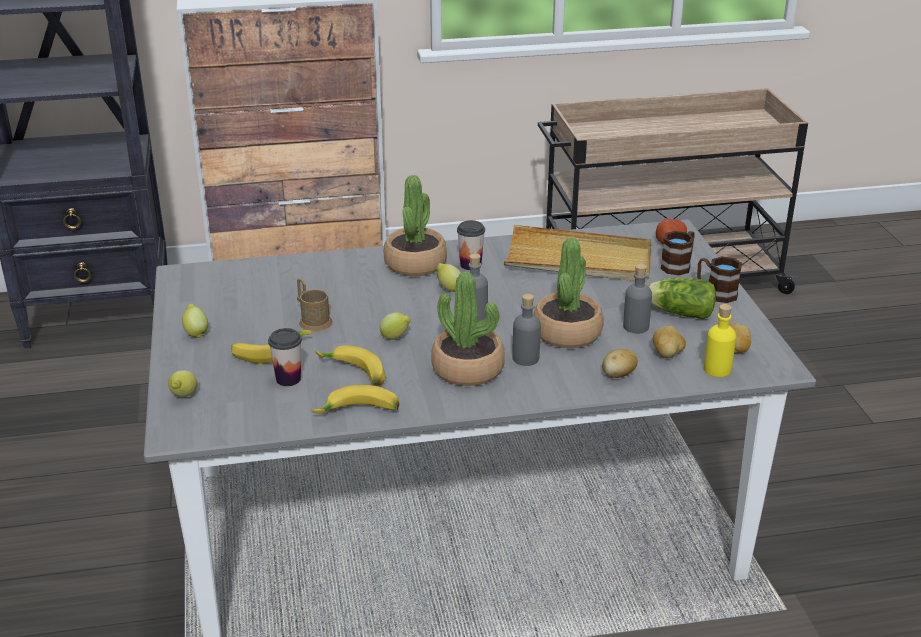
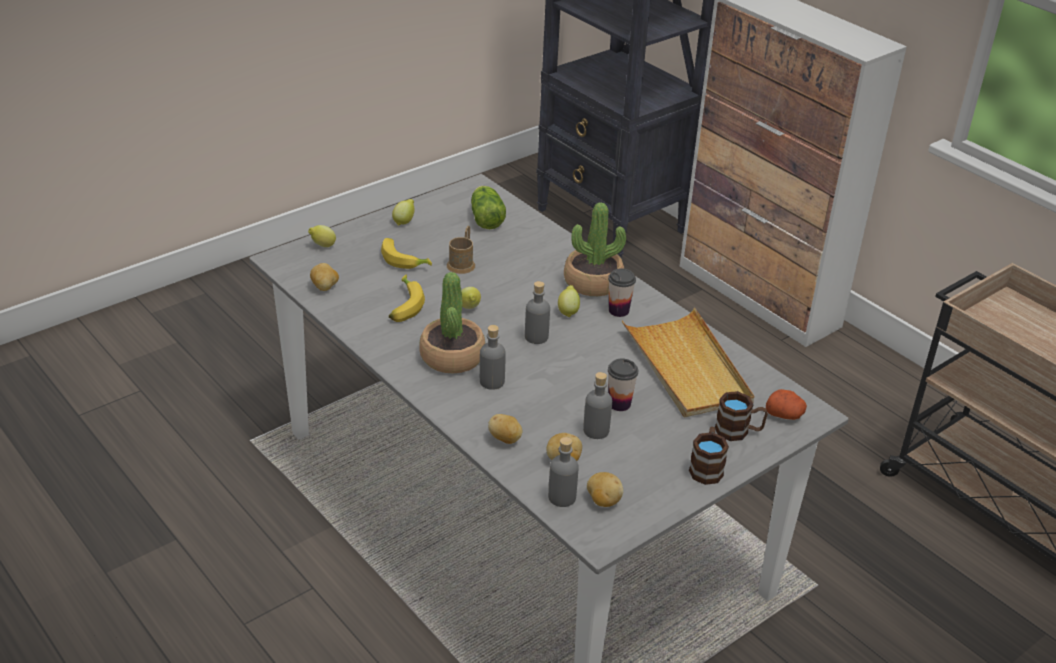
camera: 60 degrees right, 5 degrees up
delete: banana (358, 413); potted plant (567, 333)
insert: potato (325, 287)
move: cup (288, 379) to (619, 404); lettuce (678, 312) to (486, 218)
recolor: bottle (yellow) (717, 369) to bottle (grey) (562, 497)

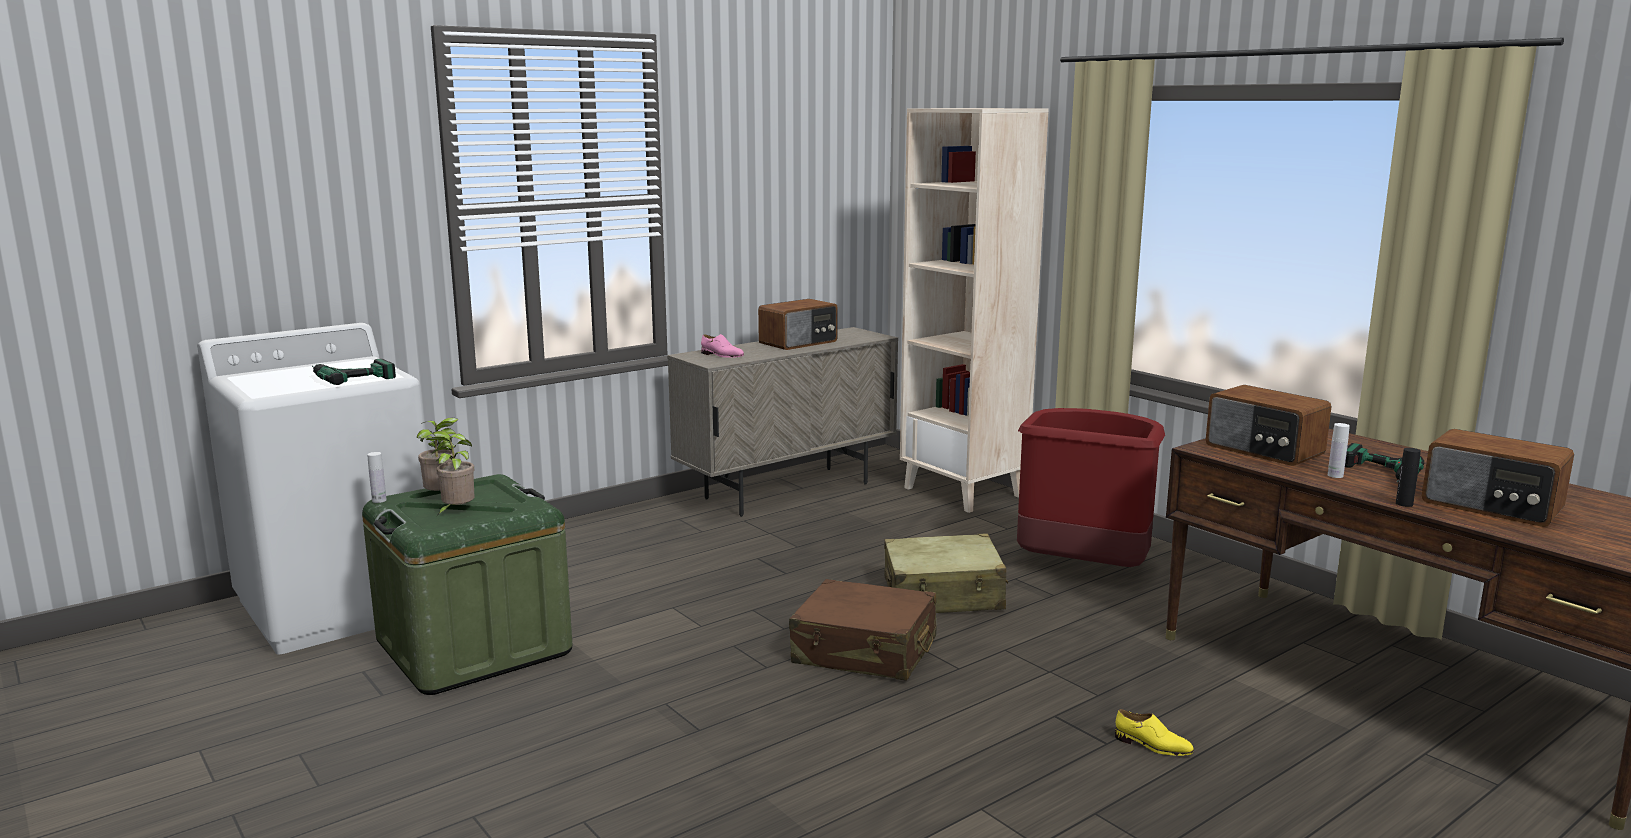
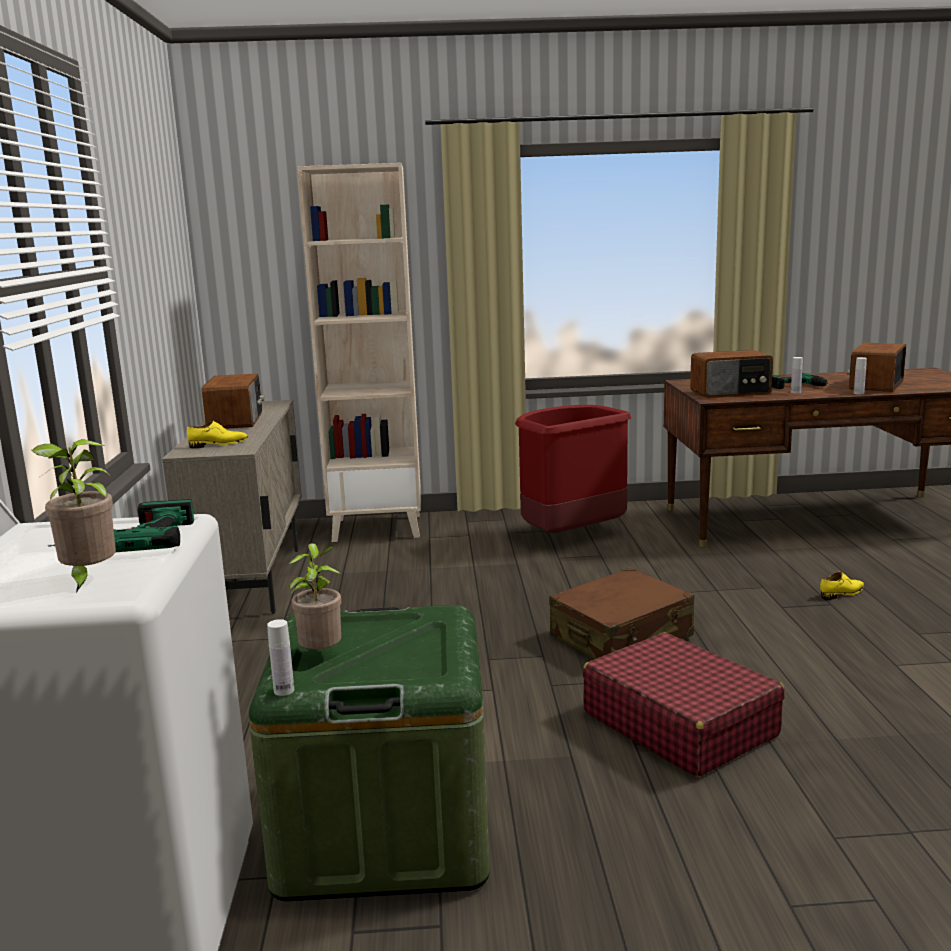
camera: 55 degrees left, 0 degrees up
delete: suitcase (beige) (943, 595)
insert: suitcase (red) (679, 724)
move: potted plant (456, 512) to (88, 579)
recolor: shoe (pink) (722, 355) to shoe (yellow) (218, 444); bottle (black) (1404, 504) to bottle (white) (858, 393)
rotate: radio (1491, 506) = (875, 385) 135 degrees clockwise

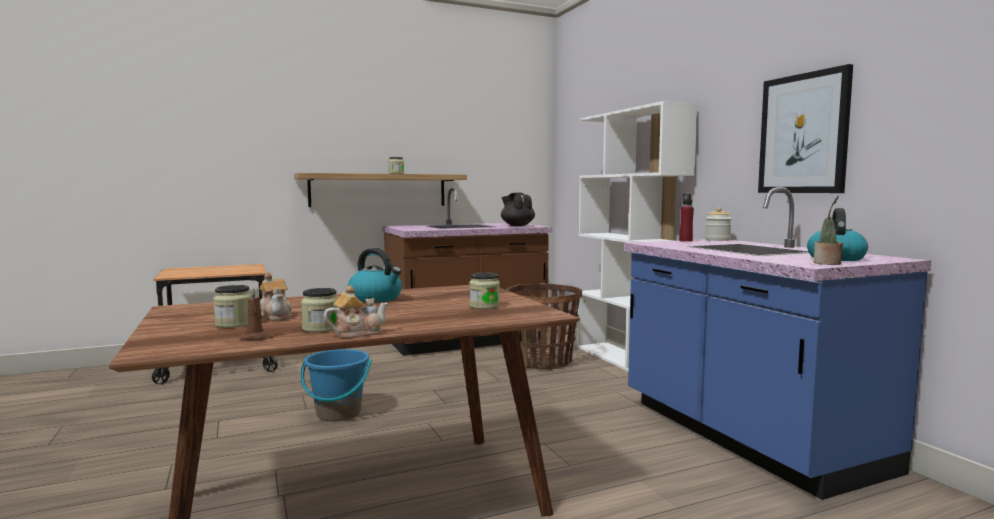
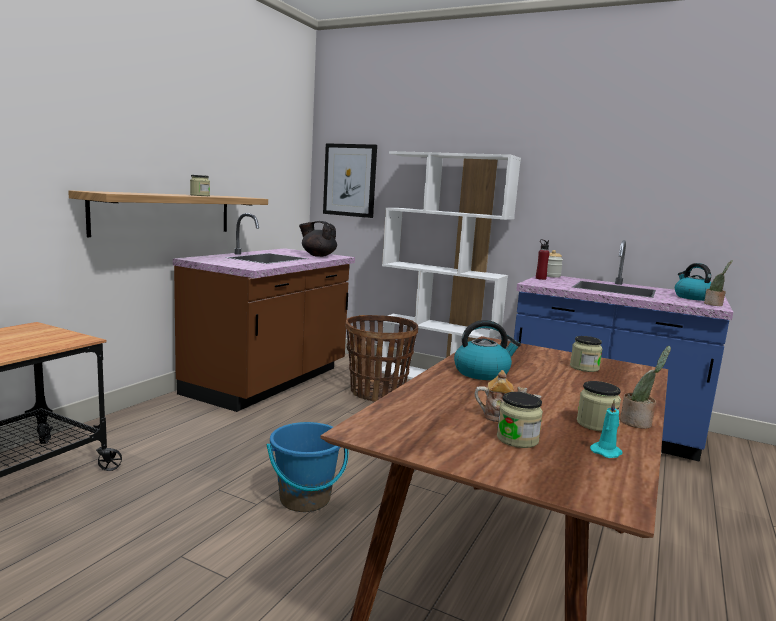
camera: 40 degrees left, 5 degrees up
move: picture (803, 134) to (350, 180)
replace: teapot (357, 333) to potted plant (638, 423)
recolor: candle (brown) (257, 338) to candle (turquoise) (606, 452)

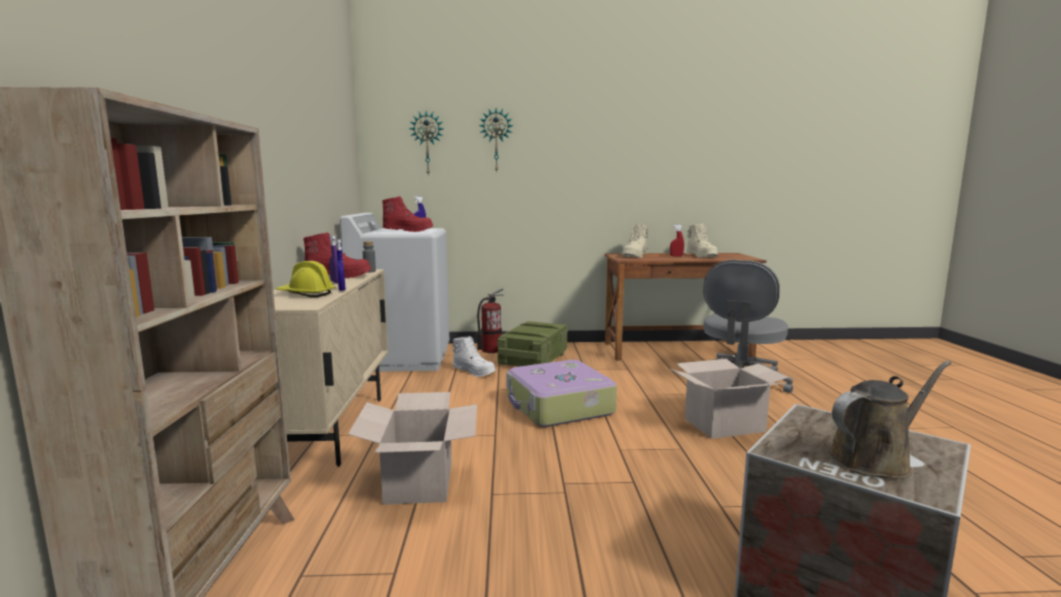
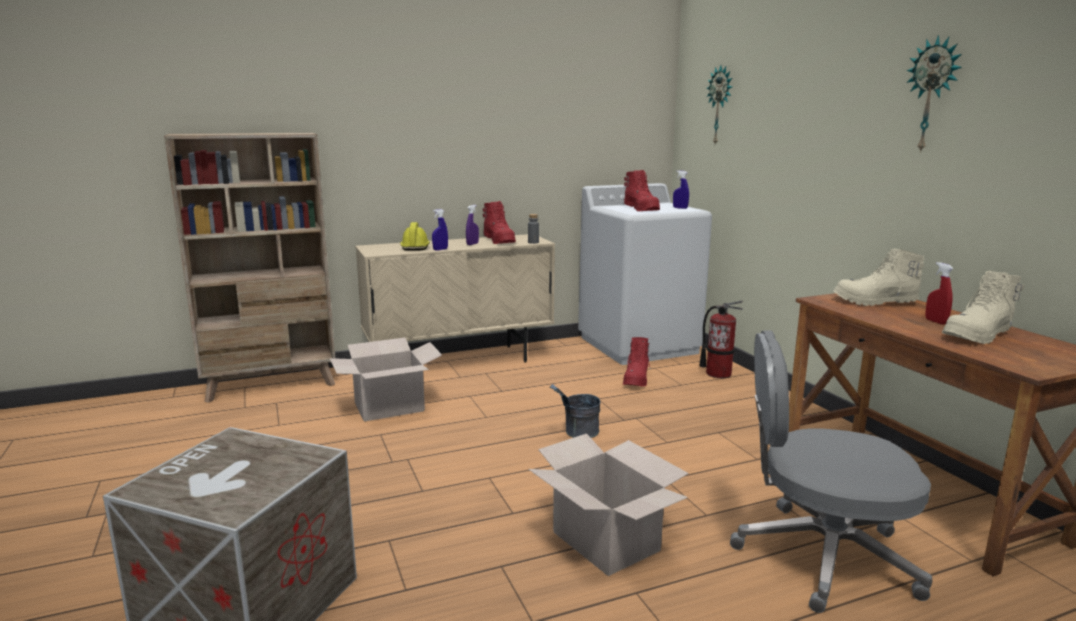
camera: 70 degrees right, 5 degrees up
delete: crate (534, 358); watering can (brown) (874, 459)
move: wall clock (496, 140) to (932, 95)
replace: suitcase (558, 406) to bucket (grey) (577, 433)
recolor: boot (white) (474, 372) to boot (red) (636, 379)

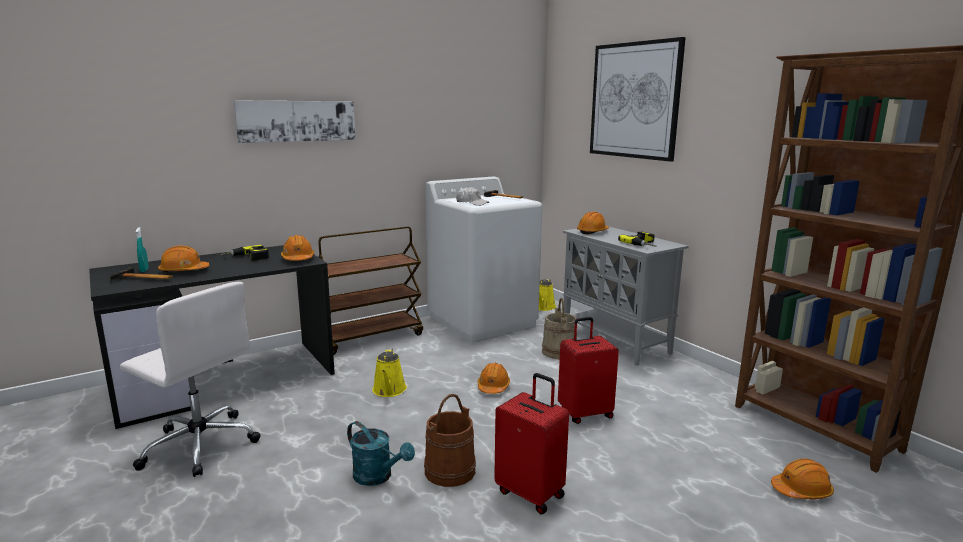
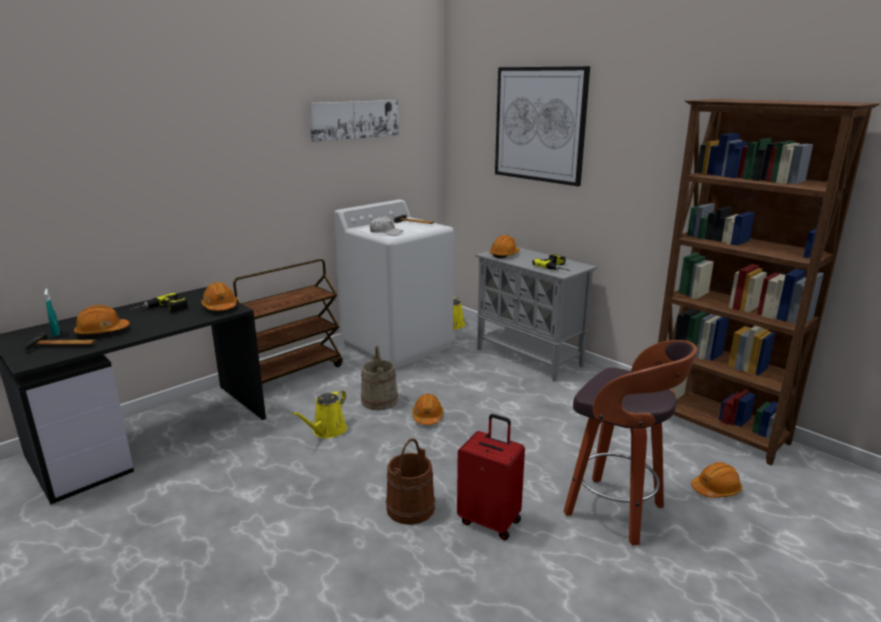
camera: 10 degrees left, 5 degrees up
delete: office chair (white) (199, 444); watering can (turquoise) (378, 477); suitcase (red) (585, 413)
insert: stool (616, 511)
move: picture (297, 121) to (354, 119); bucket (beige) (559, 352) to (379, 401)
rotate: watering can (yellow) (389, 391) = (327, 431) 45 degrees clockwise

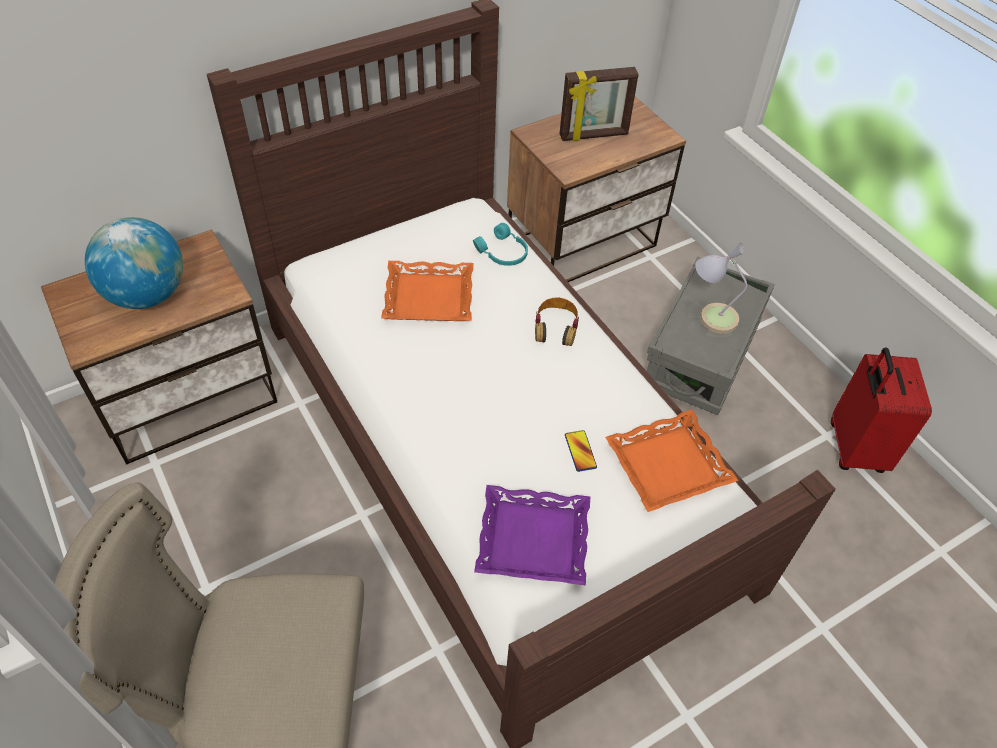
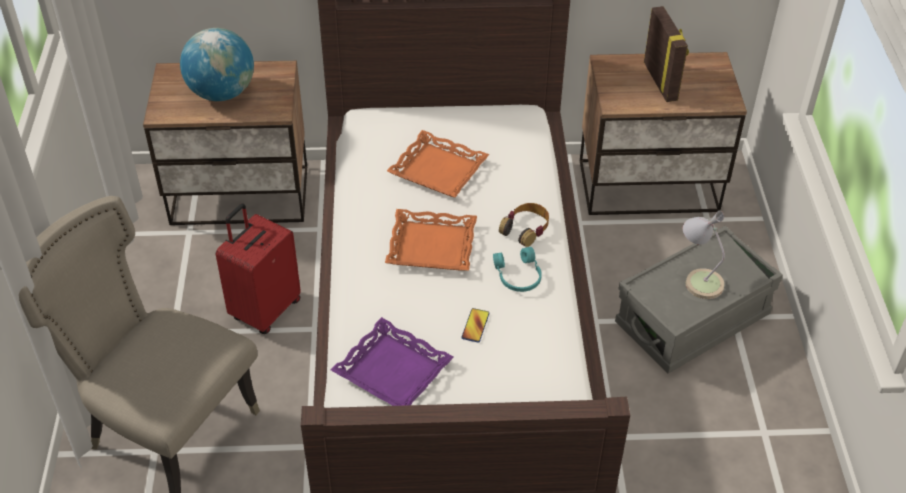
camera: 30 degrees right, 5 degrees down
move: headphones (turquoise) (502, 253) to (517, 276); tray (orange) (668, 465) to (432, 246); suitcase (red) (854, 448) to (264, 310)
rotate: picture frame (594, 136) = (661, 81) 120 degrees counterclockwise

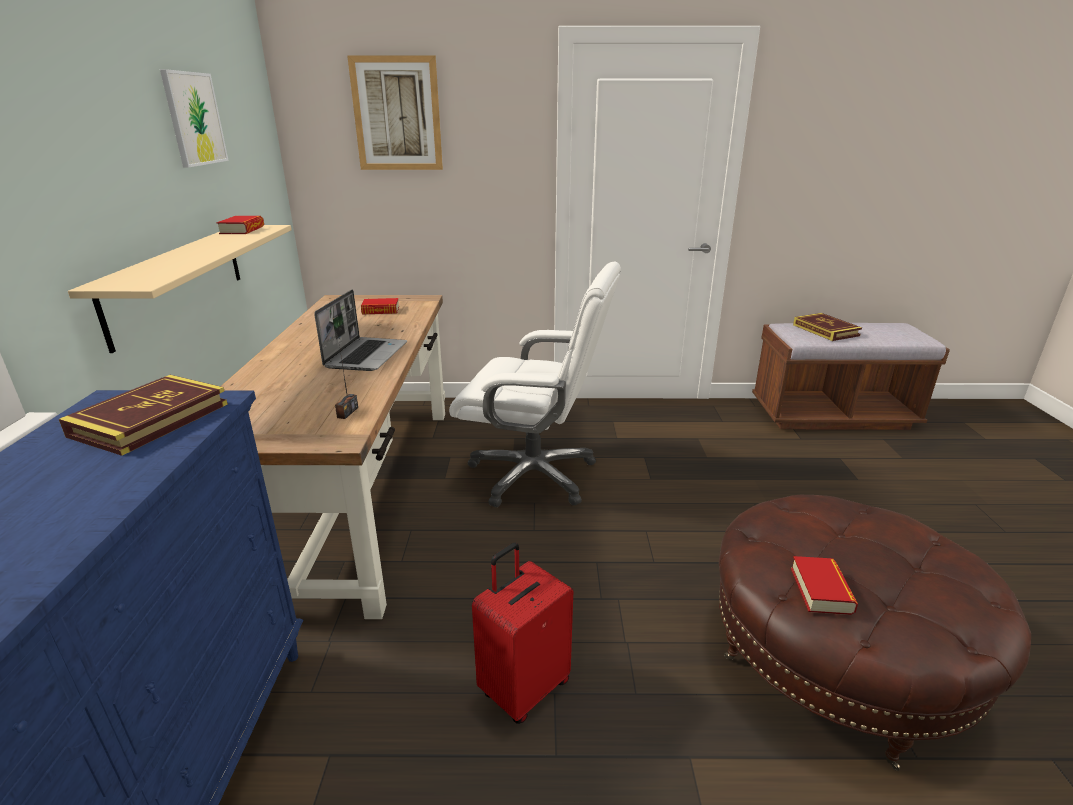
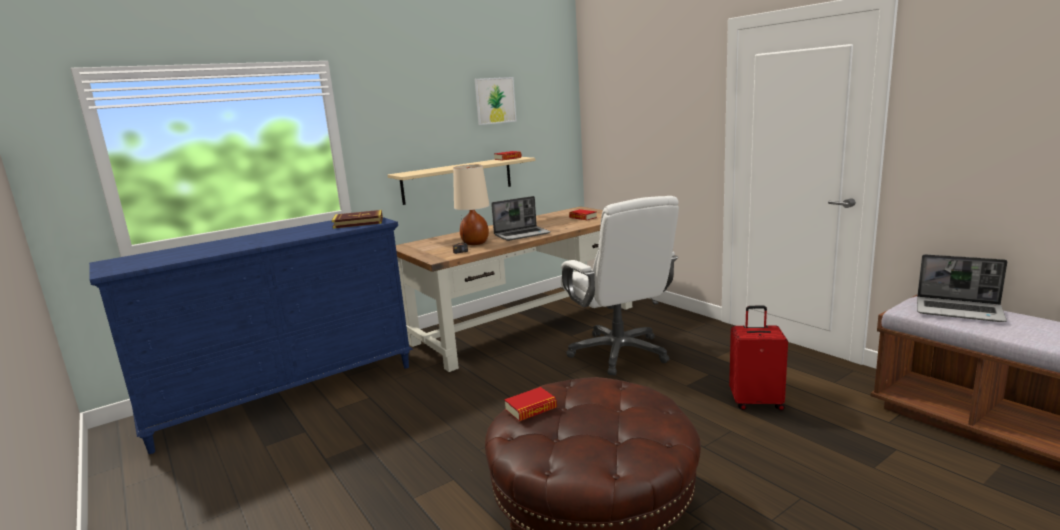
camera: 55 degrees right, 10 degrees down
delete: picture (397, 114)
insert: table lamp (beige) (475, 243)
move: suitcase (red) (523, 688) to (756, 402)
replace: book (825, 330) to laptop (960, 311)

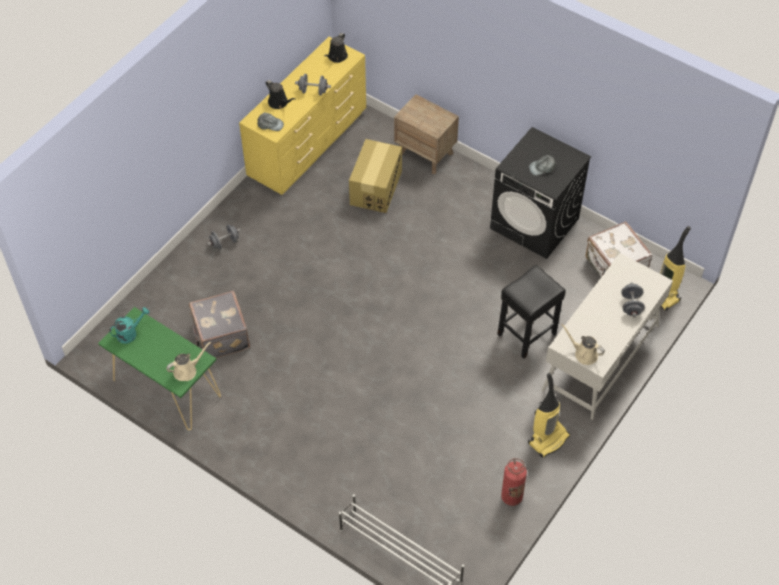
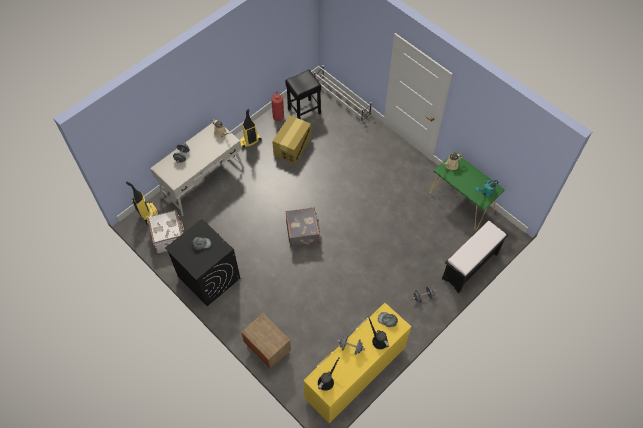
camera: 170 degrees left, 5 degrees up
insert: bench (black) (469, 267)
move: suitcase (grey) (220, 336) to (303, 233); cardboard box (376, 188) to (292, 146); stool (black) (527, 333) to (303, 111)

